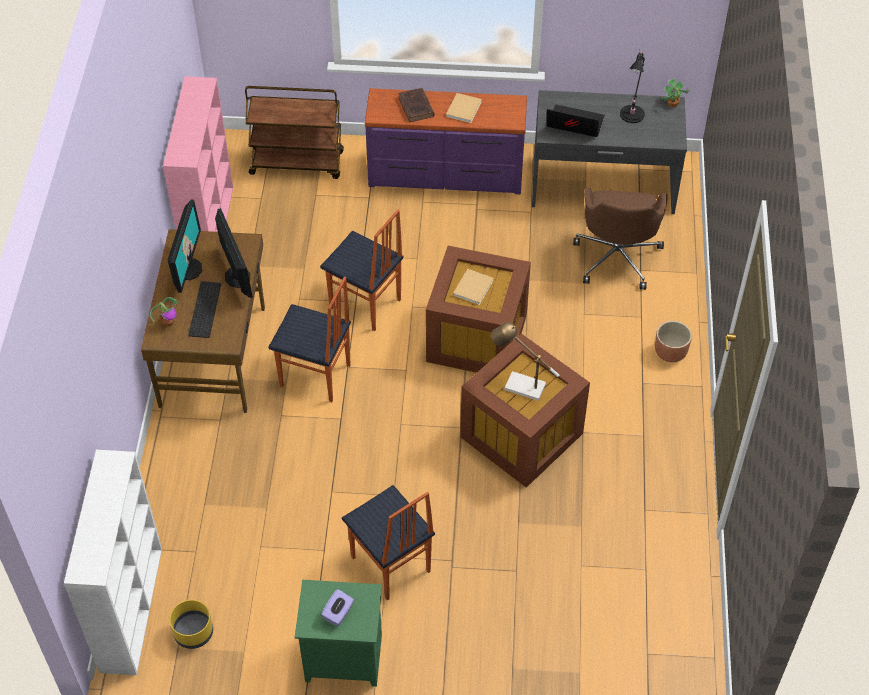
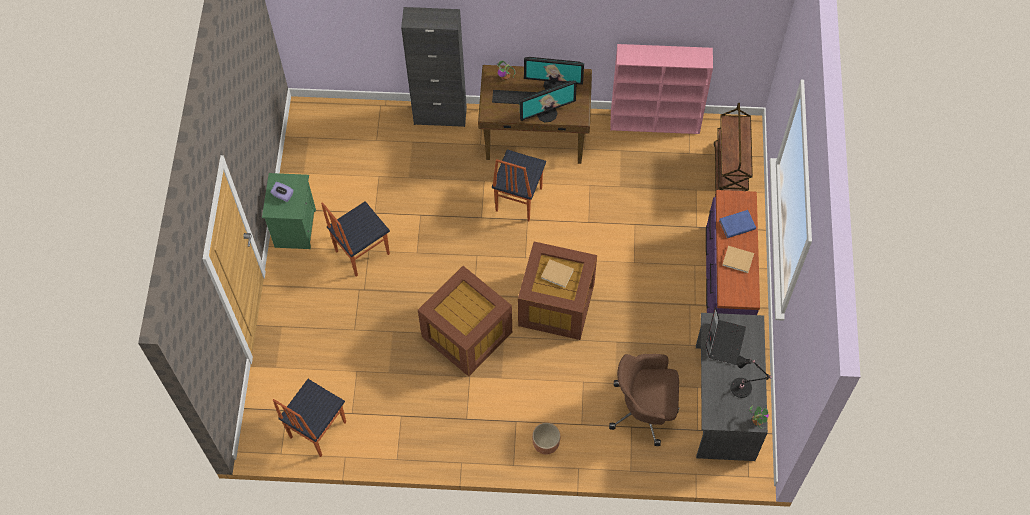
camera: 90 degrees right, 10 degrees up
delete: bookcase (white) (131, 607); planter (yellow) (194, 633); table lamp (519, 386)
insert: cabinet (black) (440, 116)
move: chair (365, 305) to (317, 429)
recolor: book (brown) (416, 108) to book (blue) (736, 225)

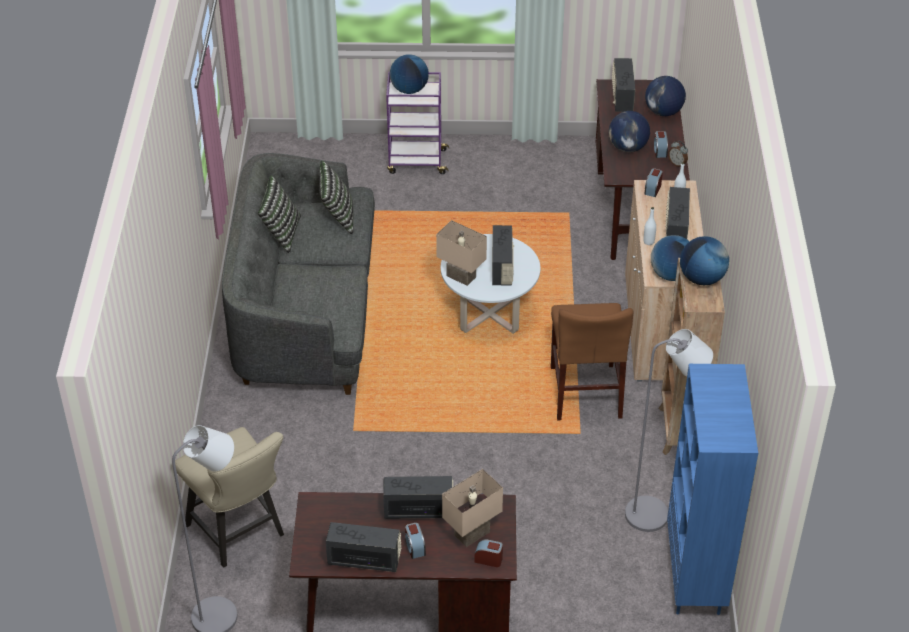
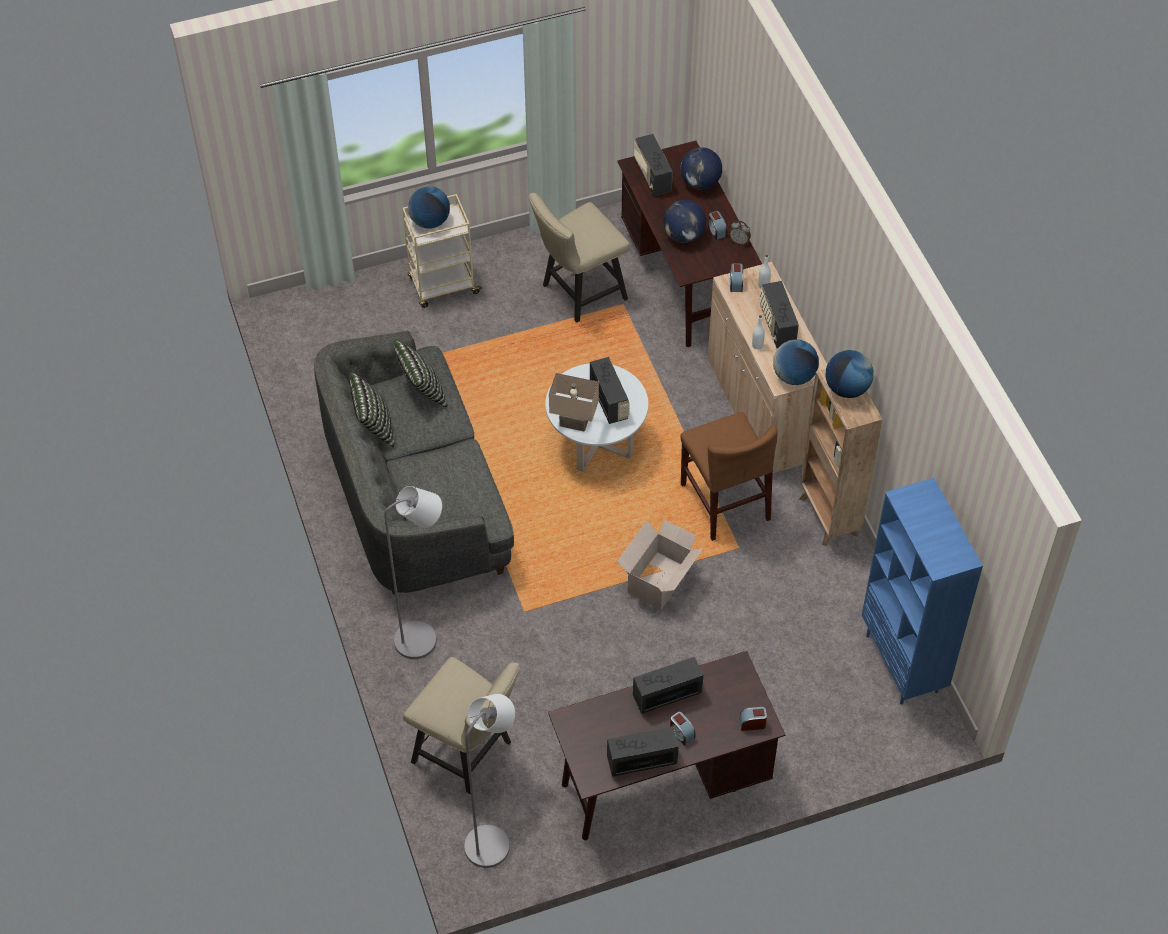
camera: 20 degrees left, 10 degrees up
delete: table lamp (beige) (472, 535)
insert: chair (beige) (579, 294); cardboard box (660, 579)
move: floor lamp (grey) (655, 514) to (423, 638)
recolor: cart (purple) (416, 161) to cart (beige) (442, 286)

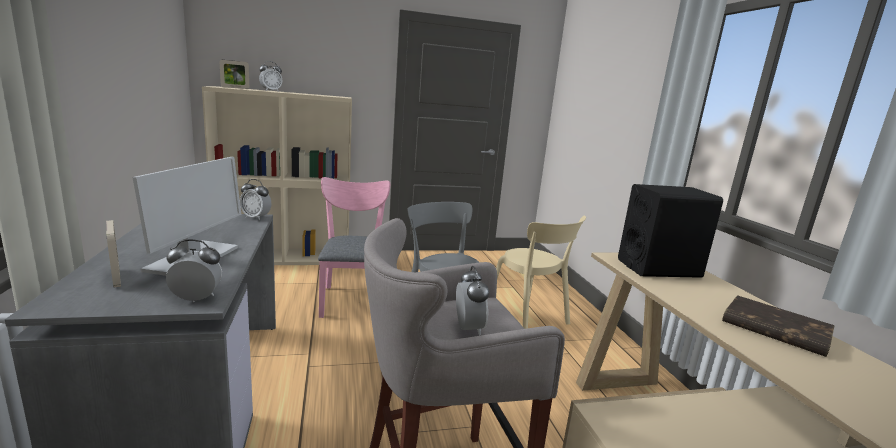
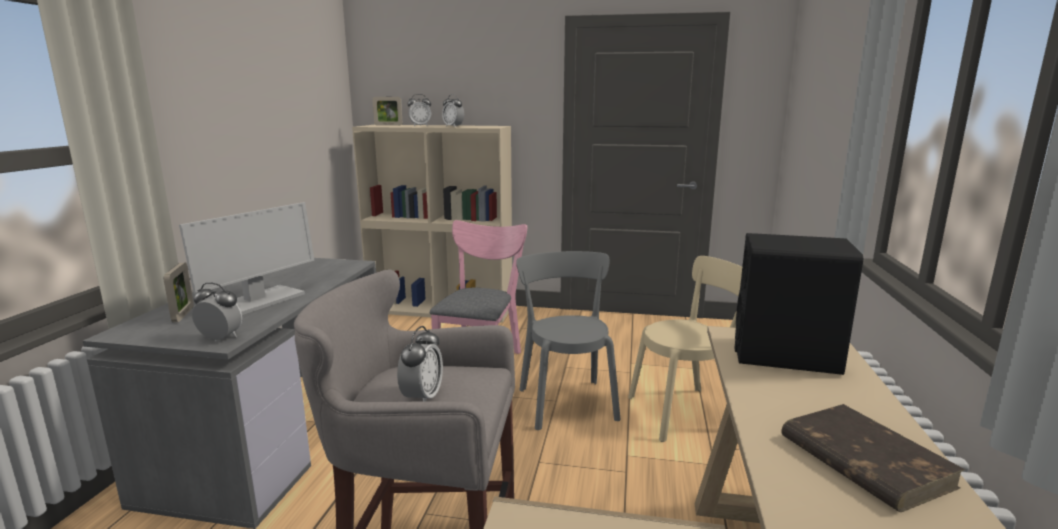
camera: 25 degrees right, 0 degrees up
move: alarm clock (256, 217) to (453, 127)
rotate: chair (beige) (529, 319) = (687, 413) 90 degrees counterclockwise

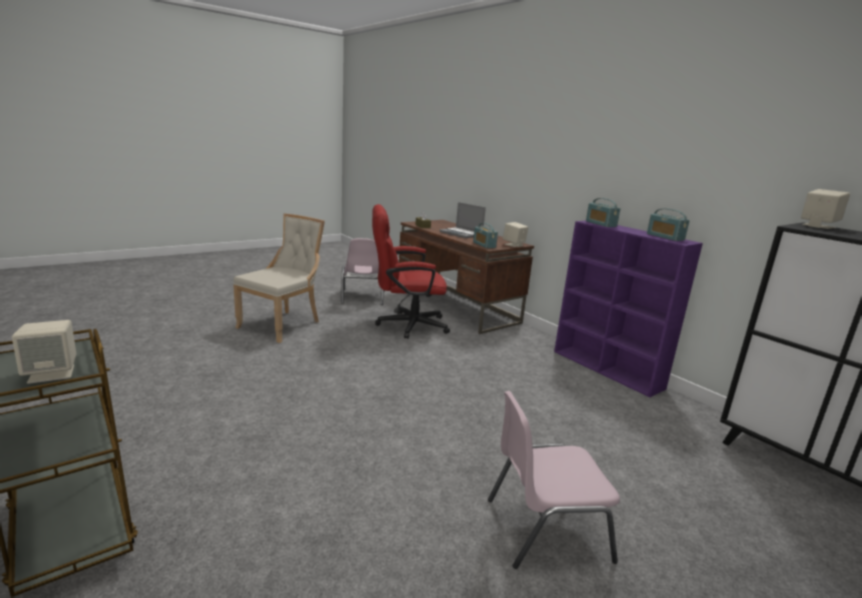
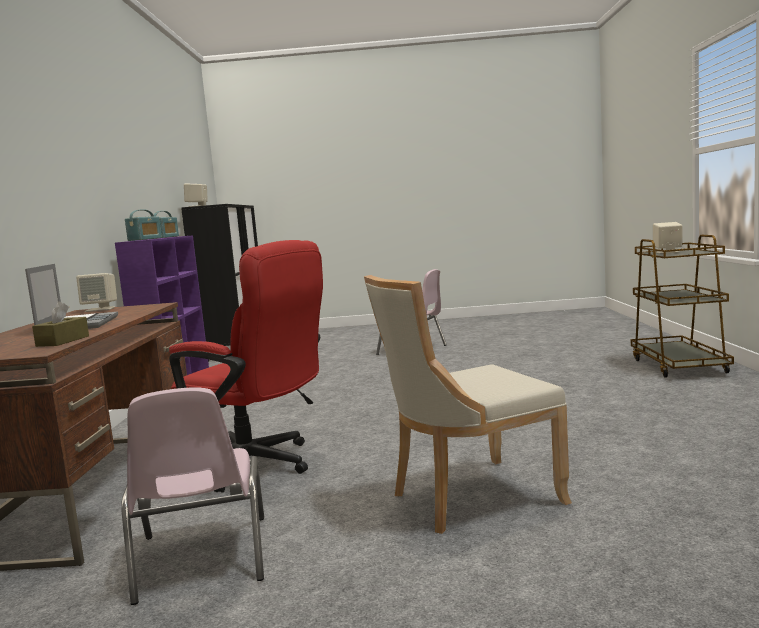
camera: 140 degrees left, 10 degrees down
delete: radio (484, 245)
rotate: chair (pink) (362, 297) = (201, 559) 135 degrees clockwise

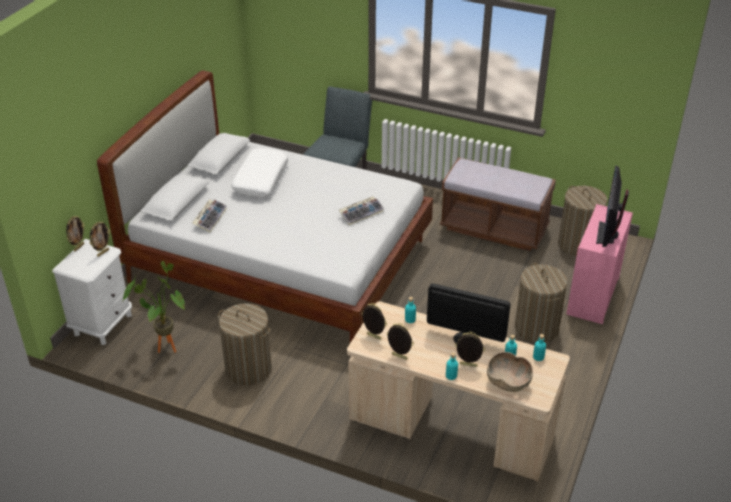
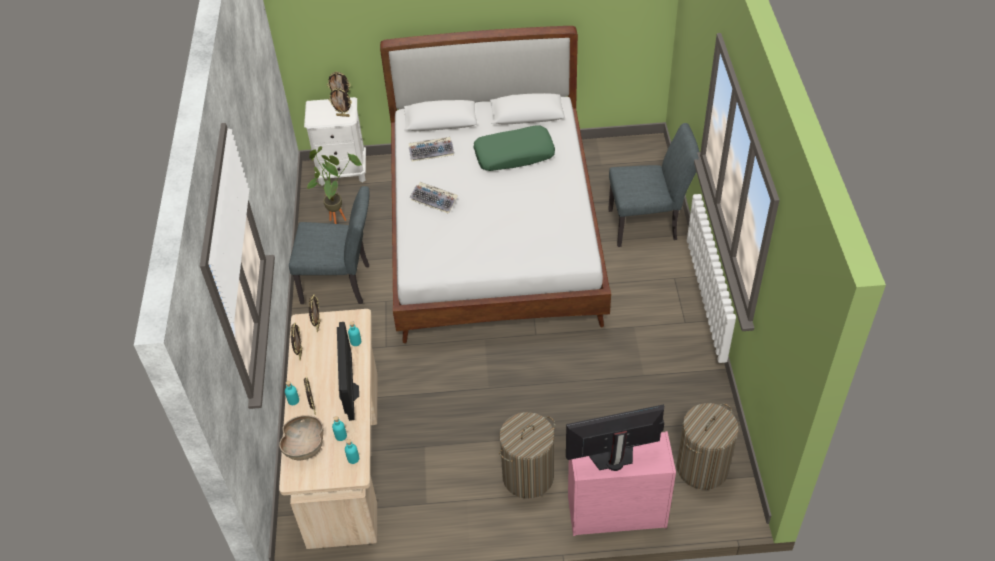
camera: 65 degrees right, 10 degrees up
delete: bench (brown) (494, 229)
move: keyboard (361, 213) to (435, 200)
replace: laundry basket (248, 369) to chair (grey) (342, 284)
recolor: pillow (white) (260, 179) to pillow (green) (514, 155)

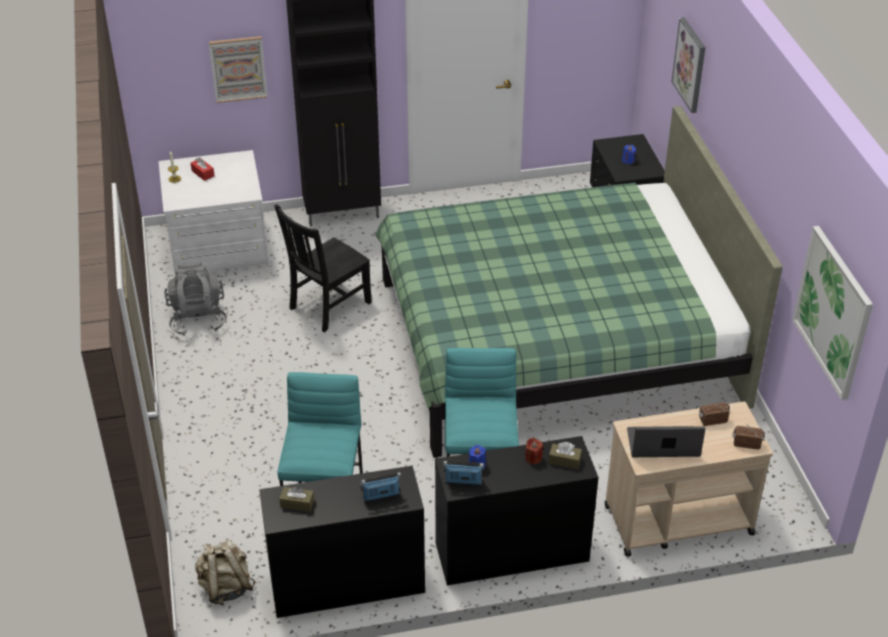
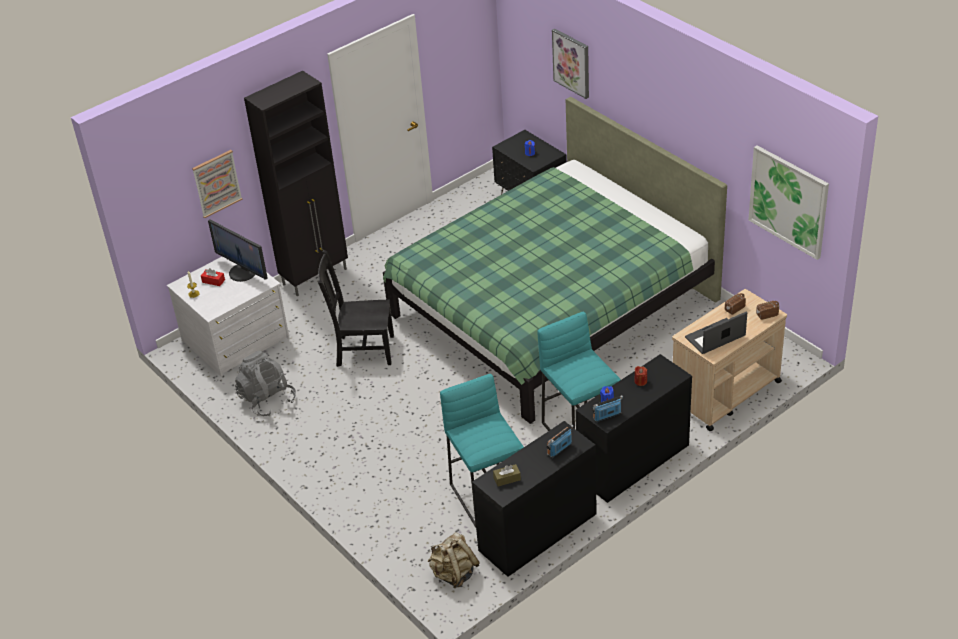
camera: 25 degrees left, 0 degrees up
delete: tissue box (brown) (564, 460)
insert: monitor (243, 272)
rotate: chair (black) (328, 306) = (363, 350) 75 degrees clockwise

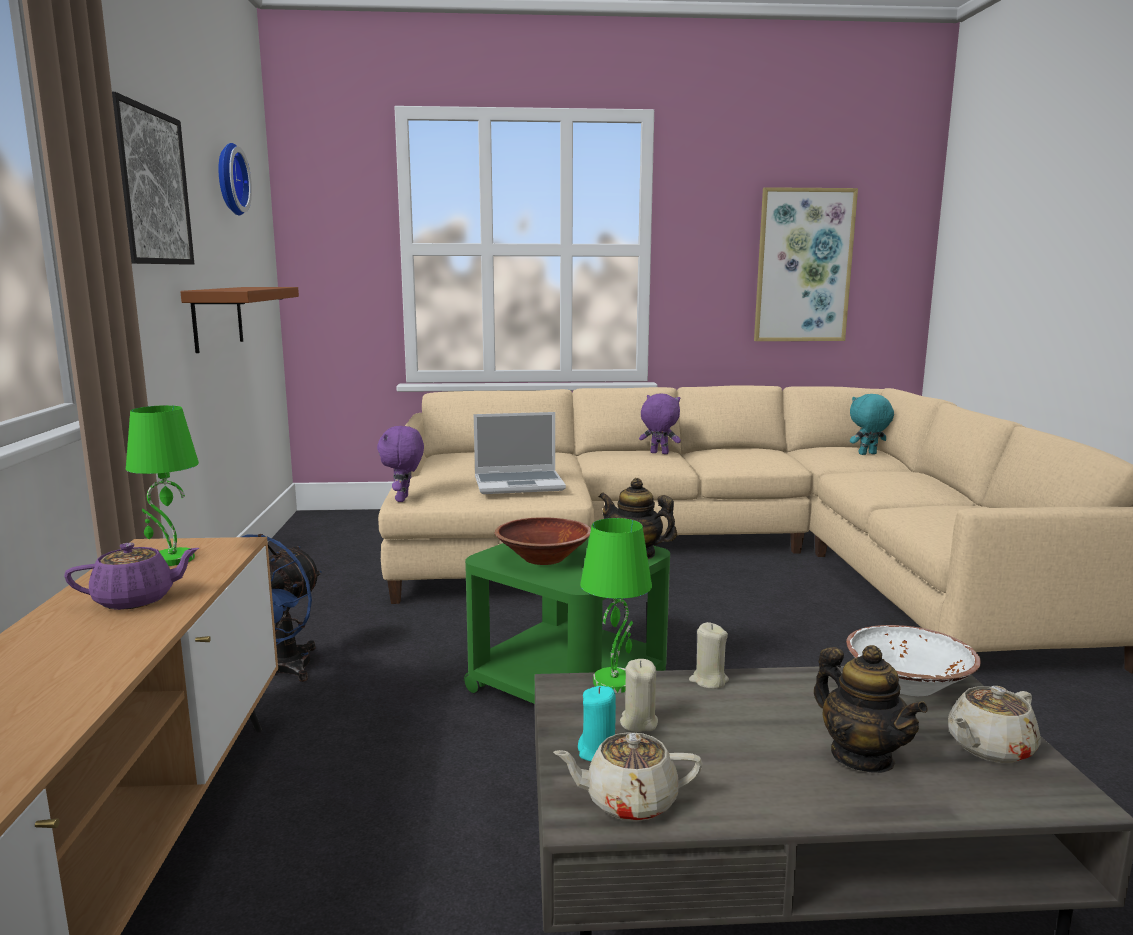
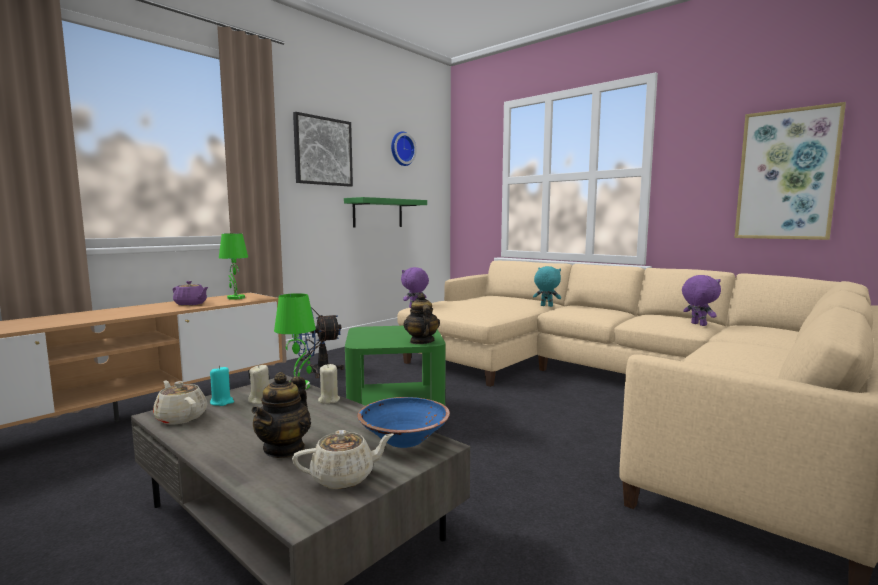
camera: 45 degrees right, 5 degrees down
delete: laptop (520, 484); bowl (brown) (543, 559)
move: plush toy (purple) (658, 453) to (697, 324); plush toy (turquoise) (867, 454) to (546, 306)
recolor: shelf (brown) (217, 318) to shelf (green) (378, 213); bowl (white) (908, 685) to bowl (blue) (404, 439)
rotate: teapot (beige) (989, 748) = (344, 477) 150 degrees clockwise

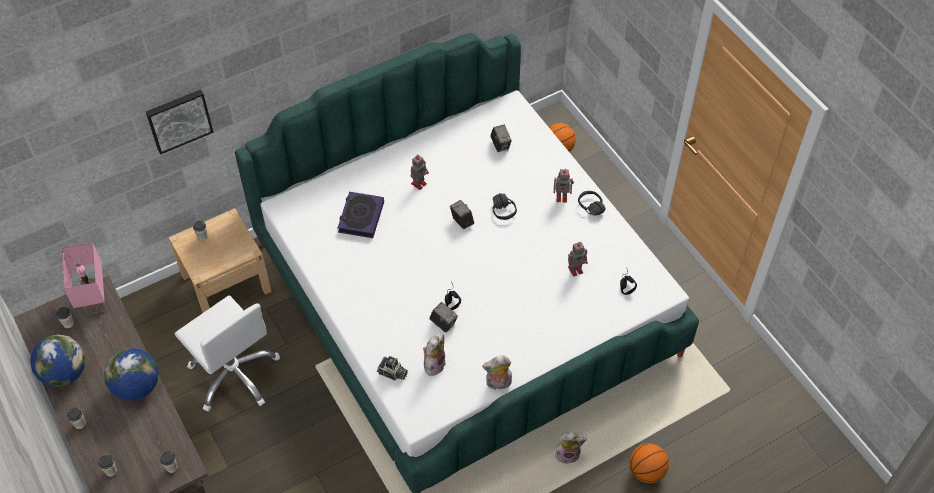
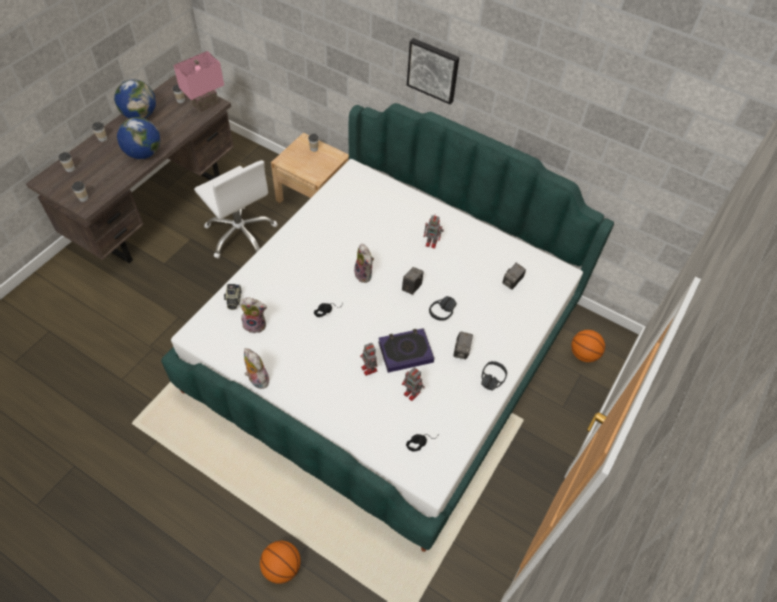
camera: 60 degrees right, 0 degrees up
move: picture (178, 120) to (433, 70); book (361, 217) to (405, 352); photo camera (443, 323) to (461, 351); toy robot (562, 197) to (369, 369); plush toy (568, 454) to (365, 275)
rotate: office chair (white) (234, 374) = (241, 234) 60 degrees counterclockwise

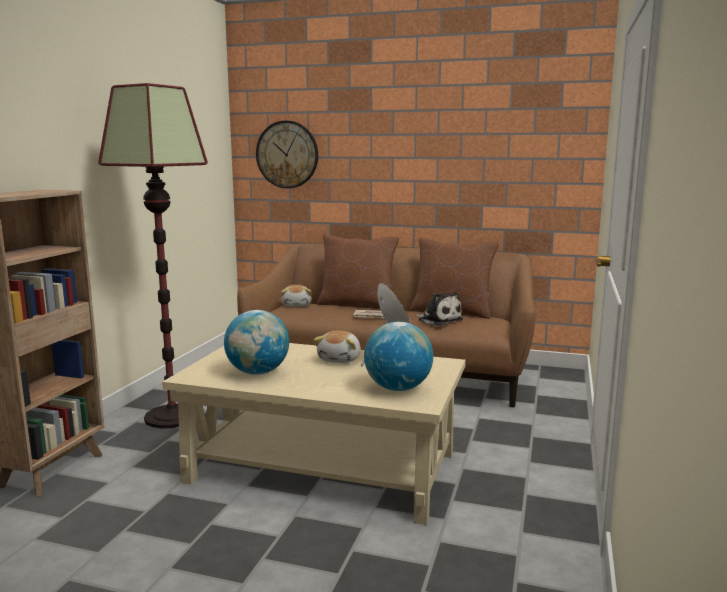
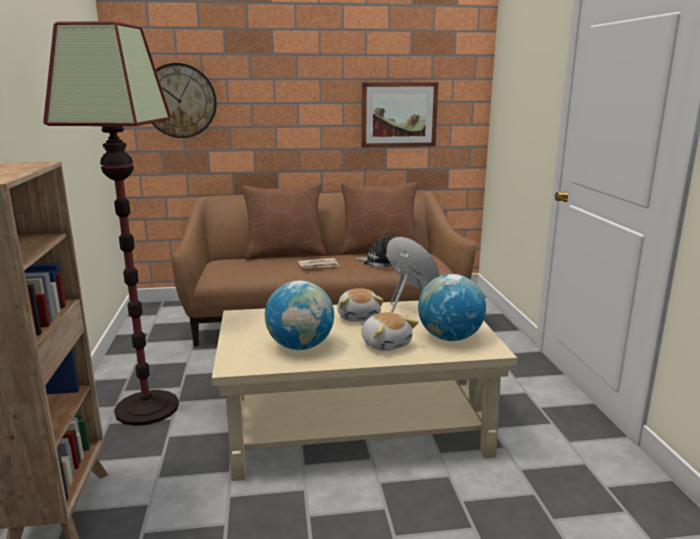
camera: 25 degrees left, 5 degrees up
insert: picture (398, 114)
move: plush toy (297, 305) to (386, 344)

